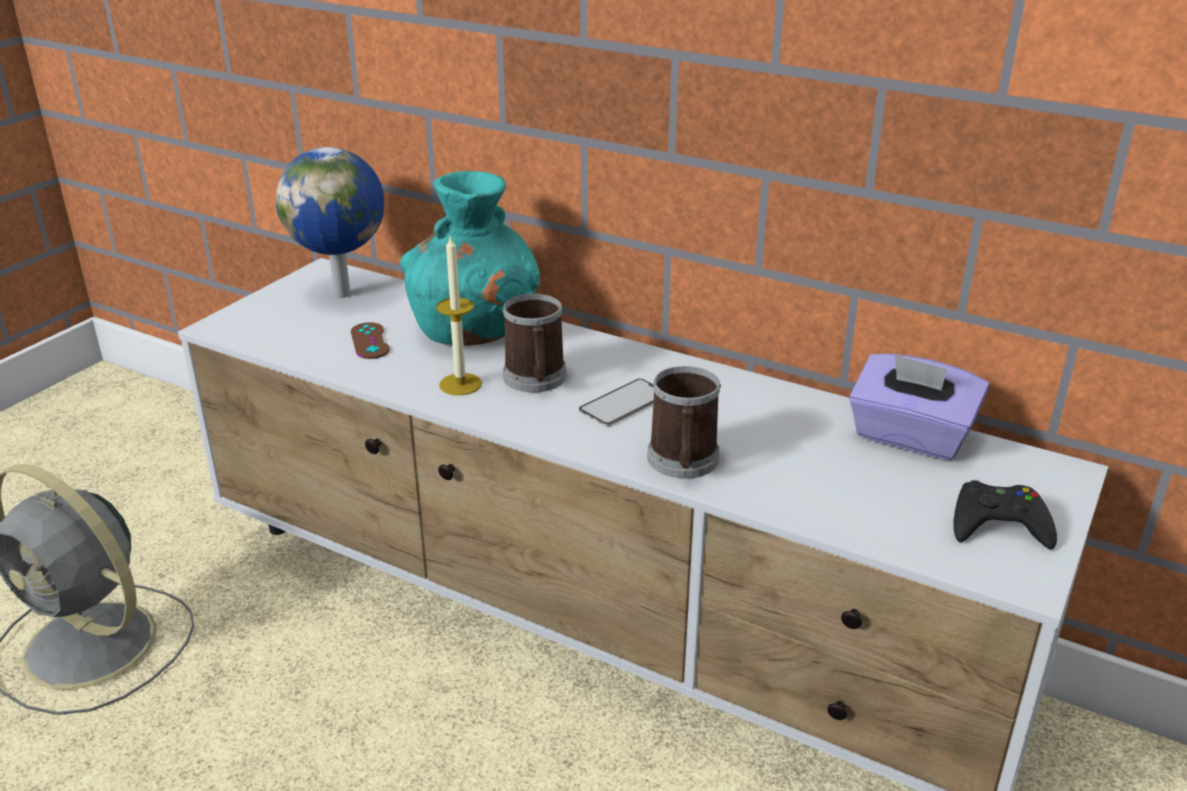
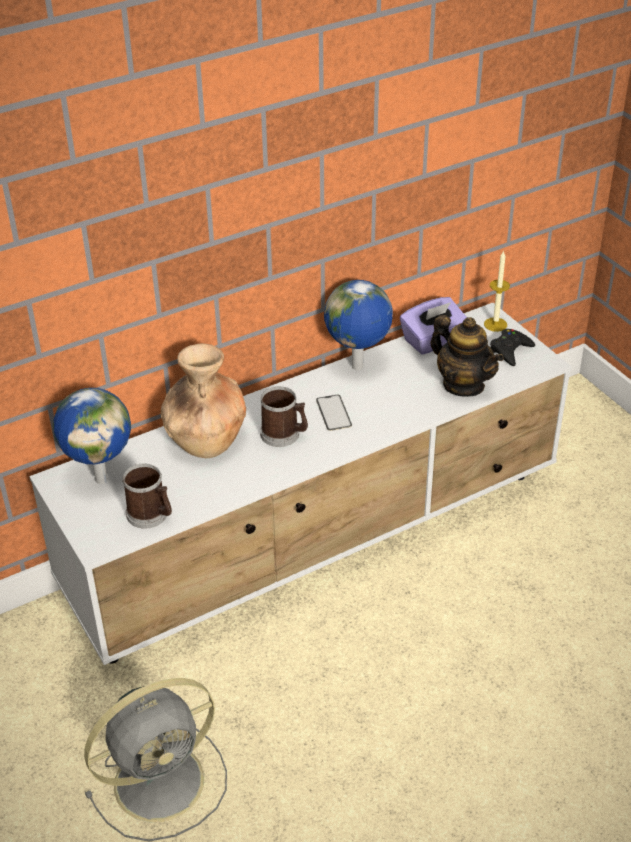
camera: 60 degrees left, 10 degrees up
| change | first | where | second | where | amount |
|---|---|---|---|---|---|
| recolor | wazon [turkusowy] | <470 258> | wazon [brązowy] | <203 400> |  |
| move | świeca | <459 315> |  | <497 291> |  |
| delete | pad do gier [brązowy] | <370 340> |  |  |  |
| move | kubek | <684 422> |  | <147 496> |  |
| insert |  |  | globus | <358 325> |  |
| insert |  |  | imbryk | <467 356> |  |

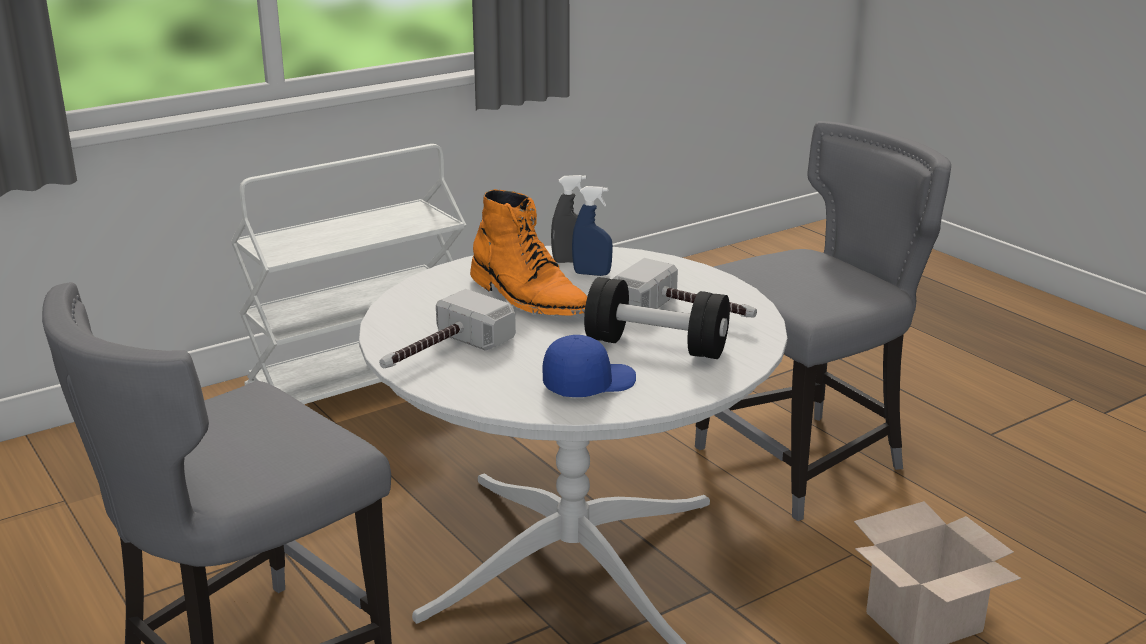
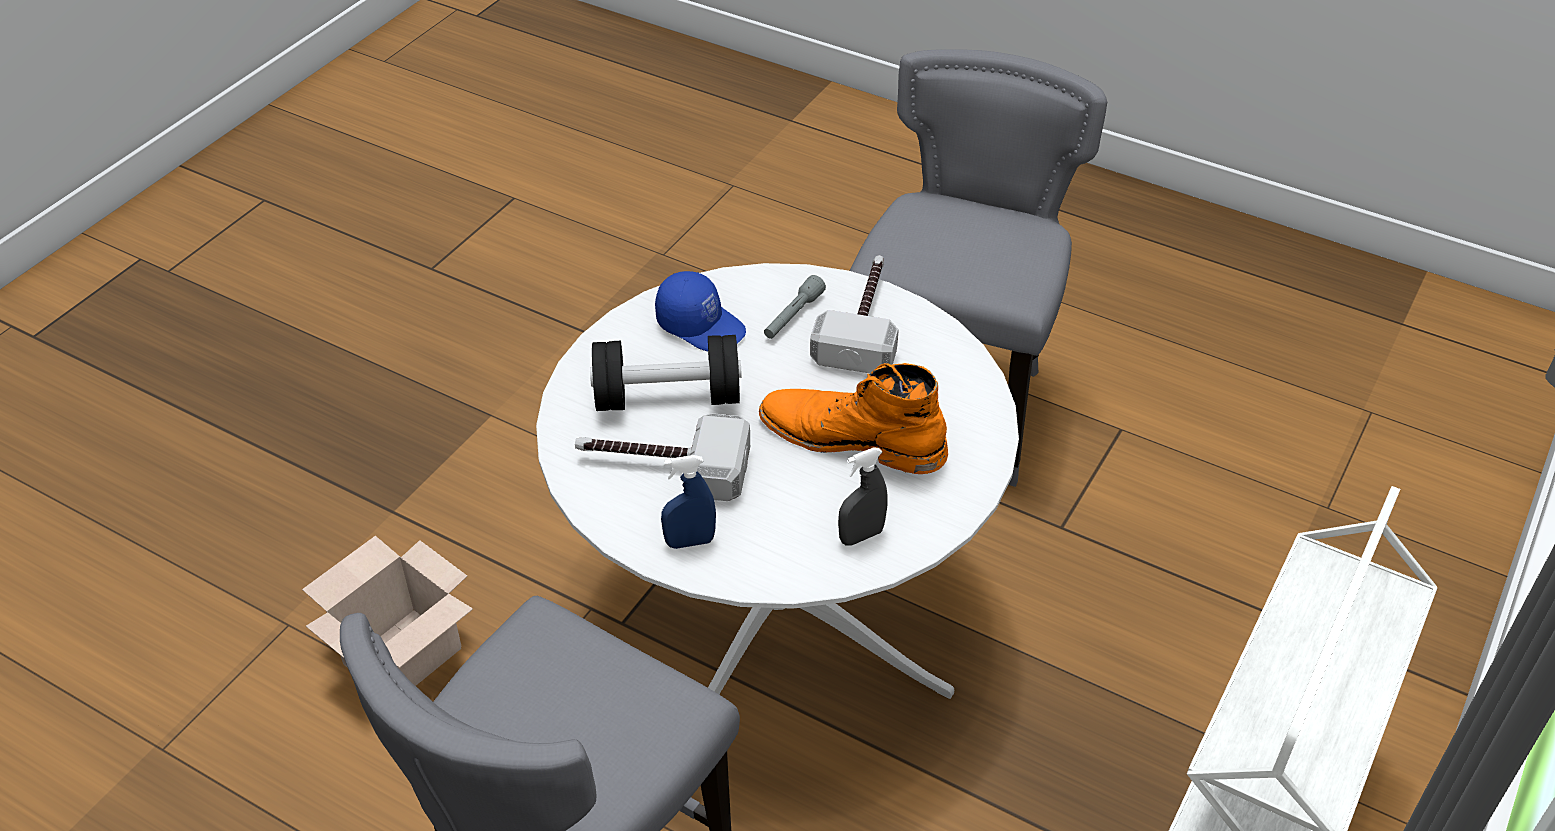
camera: 155 degrees right, 20 degrees up
| change | first | where | second | where | amount |
|---|---|---|---|---|---|
| move | spryskiwacz [niebieski] | <592 231> |  | <688 502> |  |
| rotate | czapka z daszkiem [niebieski] | <589 366> |  | <700 311> | 90 degrees counterclockwise |
| insert |  |  | latarka [szary] | <795 307> |  |

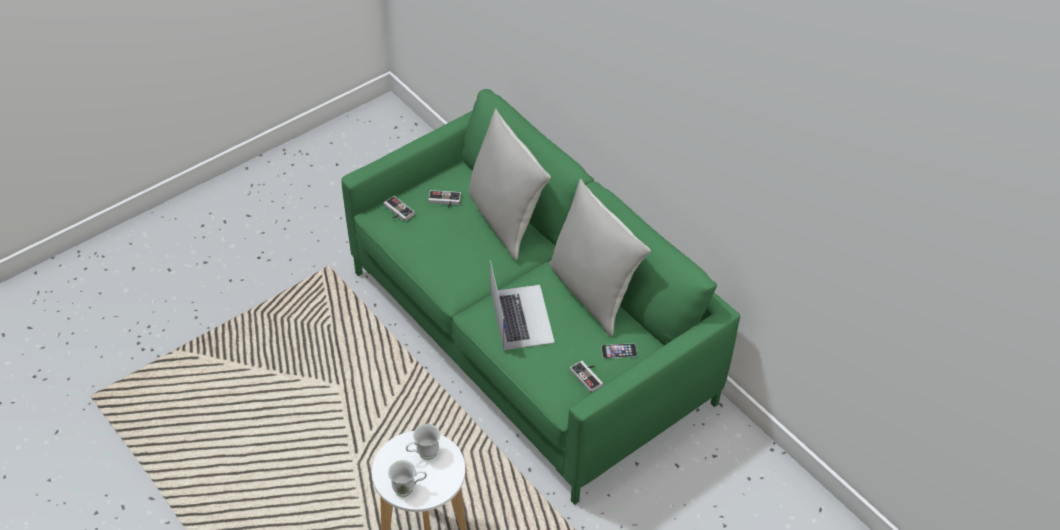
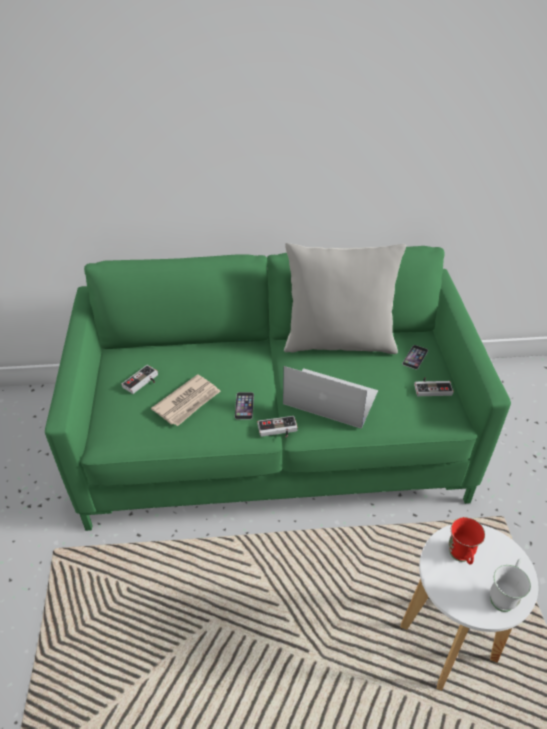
camera: 55 degrees left, 5 degrees down
| change | first | where | second | where | amount |
|---|---|---|---|---|---|
| delete | poduszka [szary] | <509 184> |  |  |  |
| move | pad do gier | <399 209> |  | <277 427> |  |
| recolor | kubek [biały] | <423 442> | kubek [czerwony] | <466 541> |  |
| insert |  |  | gazeta | <186 400> |  |
| insert |  |  | telefon | <244 405> |  |

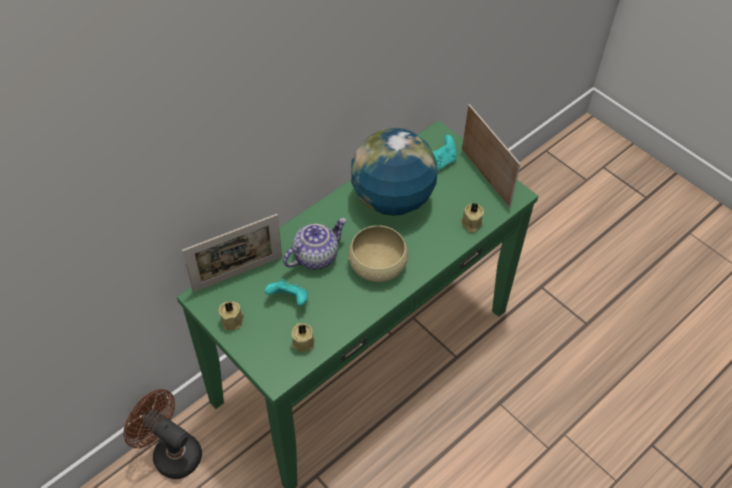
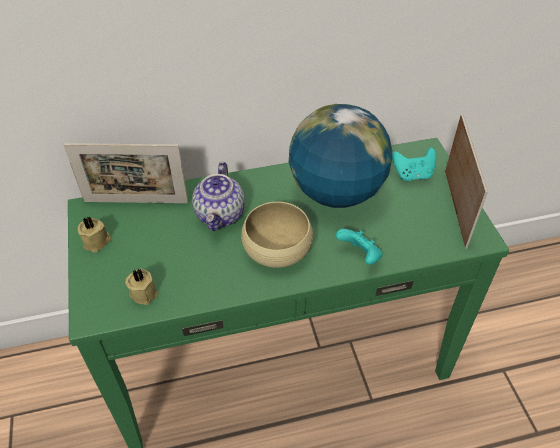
camera: 30 degrees right, 5 degrees down
| change | first | where | second | where | amount |
|---|---|---|---|---|---|
| delete | świeca [beżowy] | <472 218> |  |  |  |
| rotate | imbryk | <315 243> |  | <218 196> | 105 degrees clockwise |
| move | pad do gier [turkusowy] | <286 292> |  | <359 247> |  |
| delete | wentylator [brązowy] | <163 434> |  |  |  |

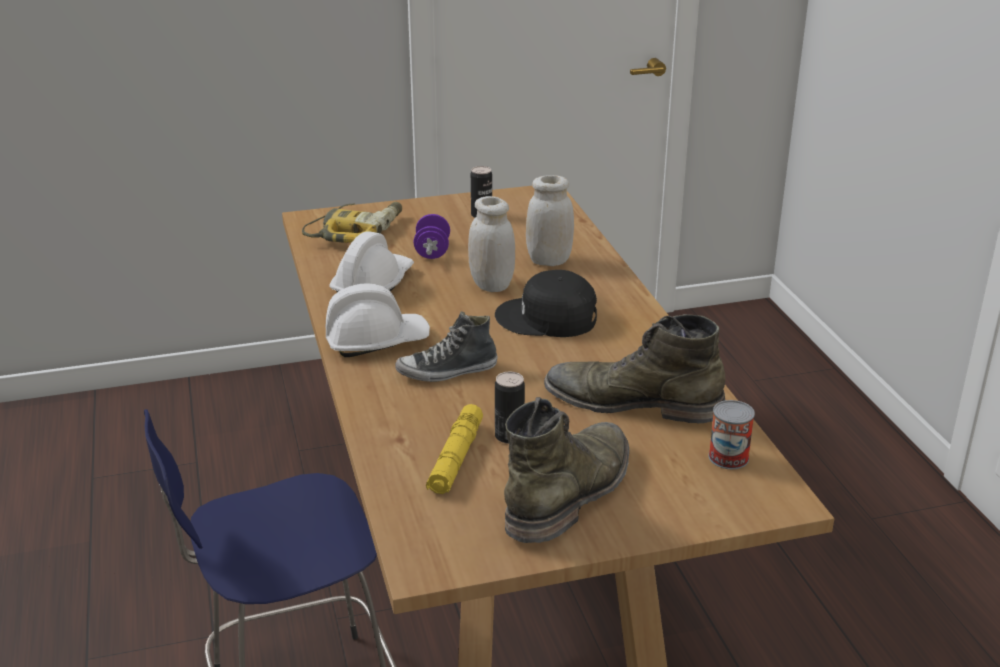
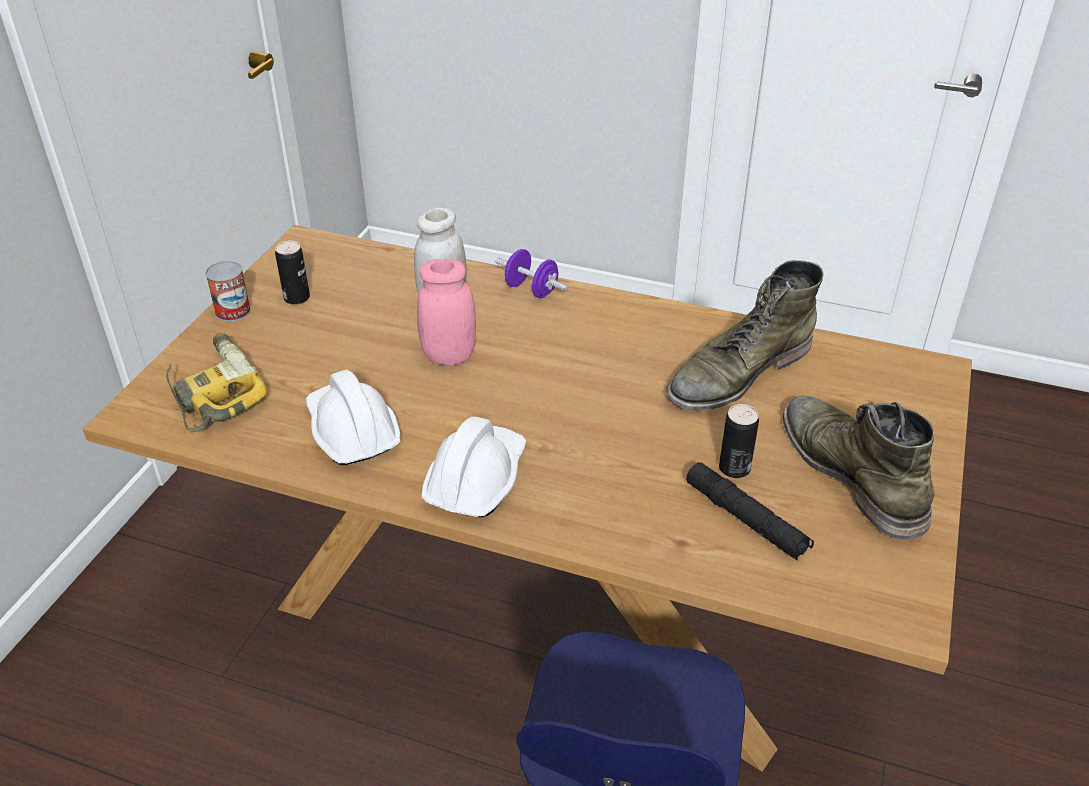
camera: 55 degrees left, 10 degrees up
| change | first | where | second | where | amount |
|---|---|---|---|---|---|
| recolor | słoik [biały] | <491 244> | słoik [różowy] | <446 312> |  |
| move | hantel [fioletowy] | <432 236> |  | <531 273> |  |
| delete | czapka z daszkiem [czarny] | <546 303> |  |  |  |
| delete | but | <446 346> |  |  |  |
| move | puszka | <731 434> |  | <228 291> |  |
| recolor | latarka [żółty] | <454 449> | latarka [czarny] | <750 511> |  |

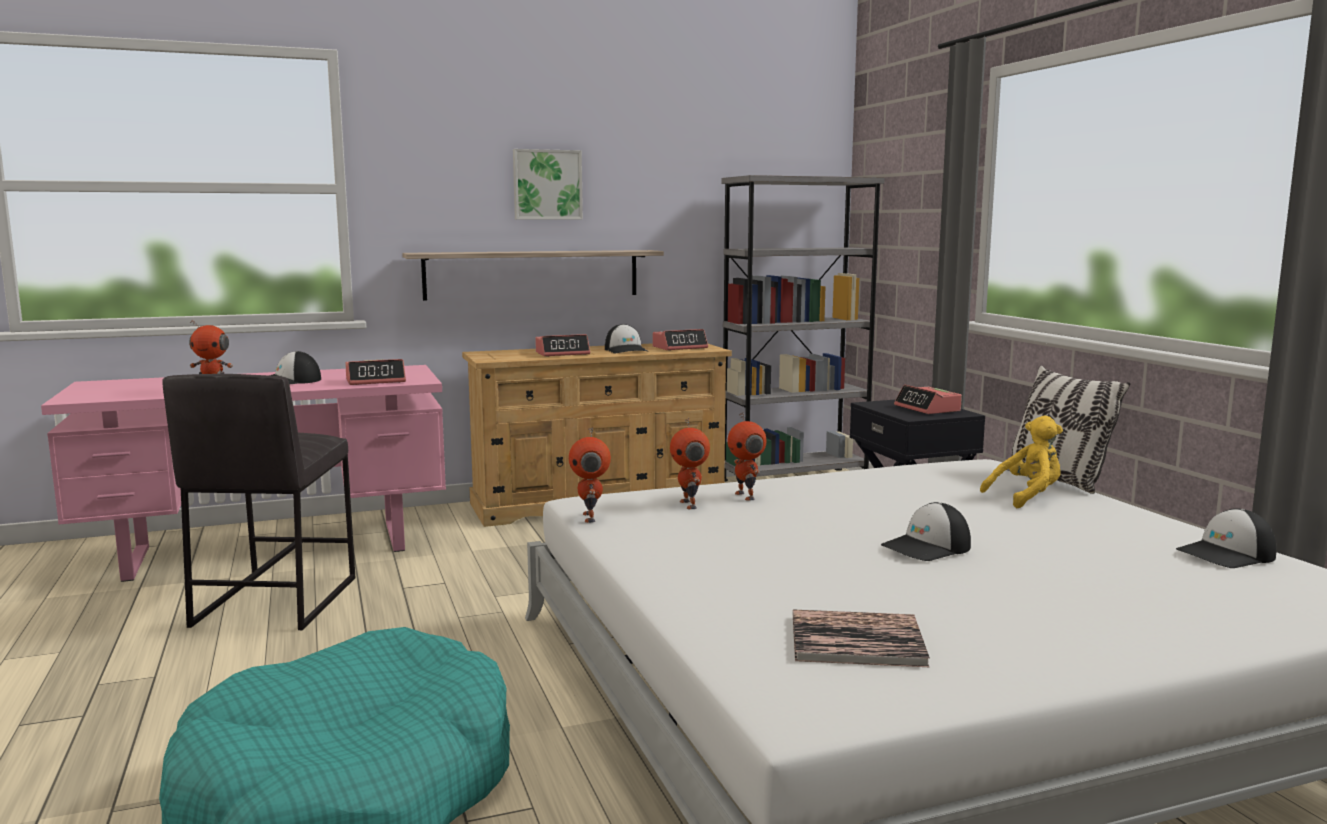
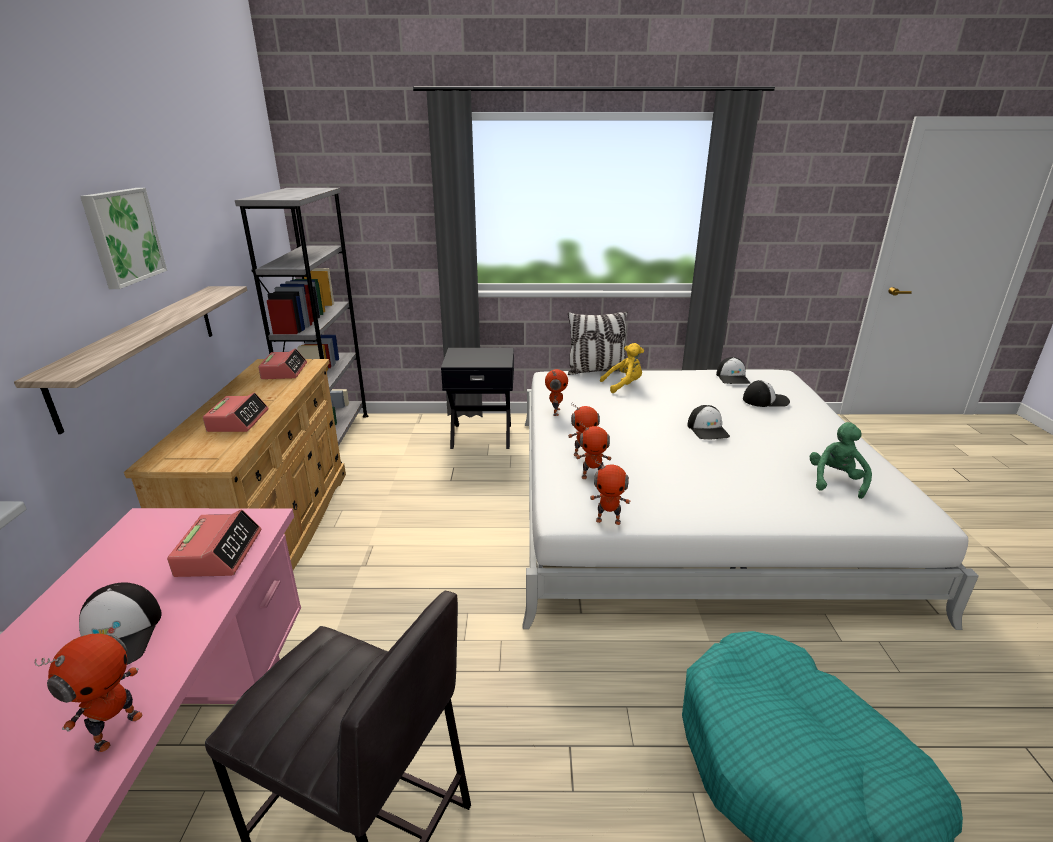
camera: 70 degrees left, 15 degrees up
| change | first | where | second | where | amount |
|---|---|---|---|---|---|
| move | czapka z daszkiem | <627 339> |  | <766 393> |  |
| delete | budzik | <928 399> |  |  |  |
| rotate | pluszak [żółty] | <1021 462> |  | <622 368> | 75 degrees clockwise |
| replace | książka | <861 638> | pluszak [zielony] | <841 460> |  |
| insert |  |  | robot zabawkowy | <556 392> |  |

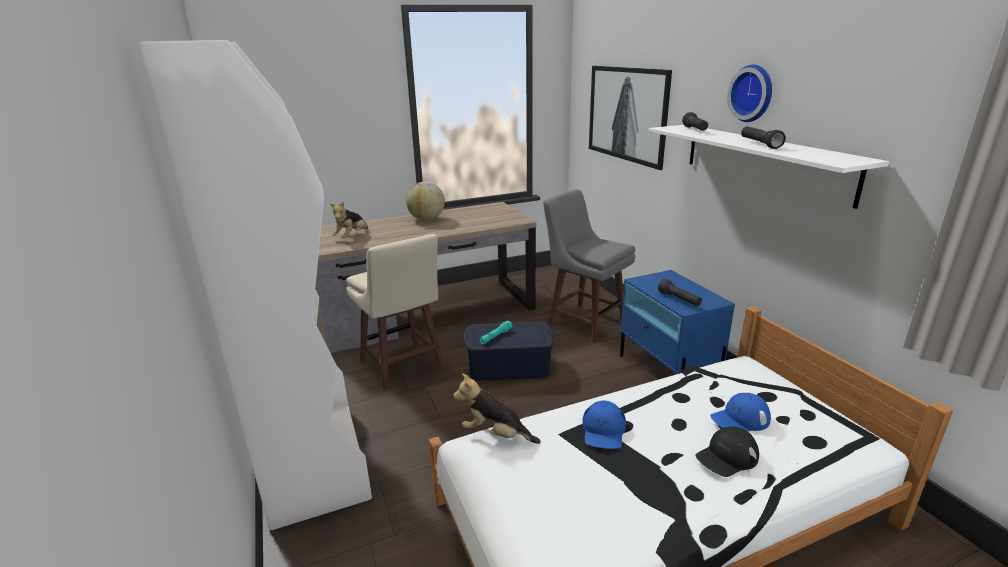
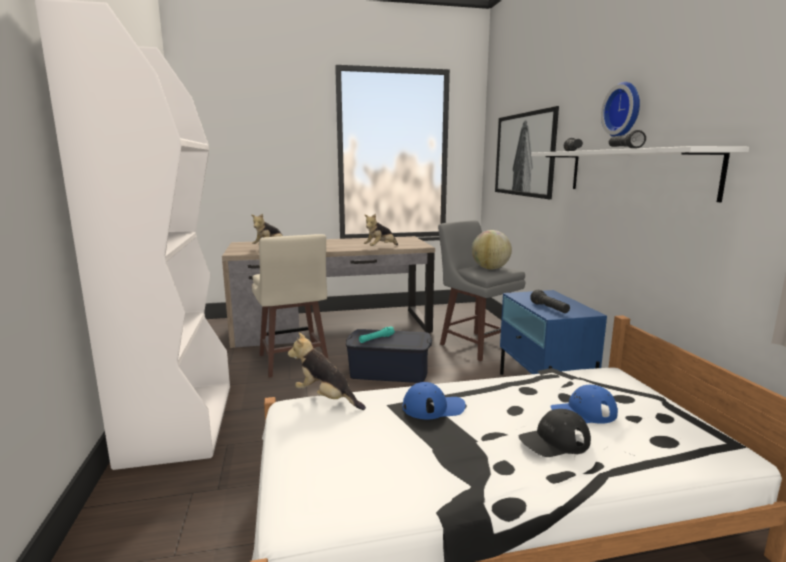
camera: 10 degrees right, 10 degrees down
| change | first | where | second | where | amount |
|---|---|---|---|---|---|
| move | globus | <425 201> |  | <492 249> |  |
| rotate | czapka z daszkiem [niebieski] | <604 425> |  | <434 400> | 120 degrees counterclockwise |
| insert |  |  | pluszak | <381 230> |  |

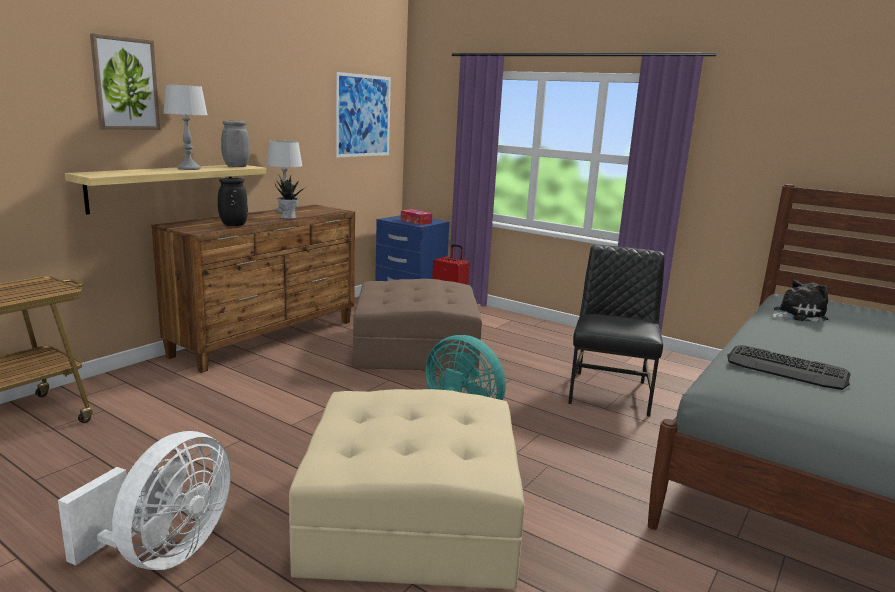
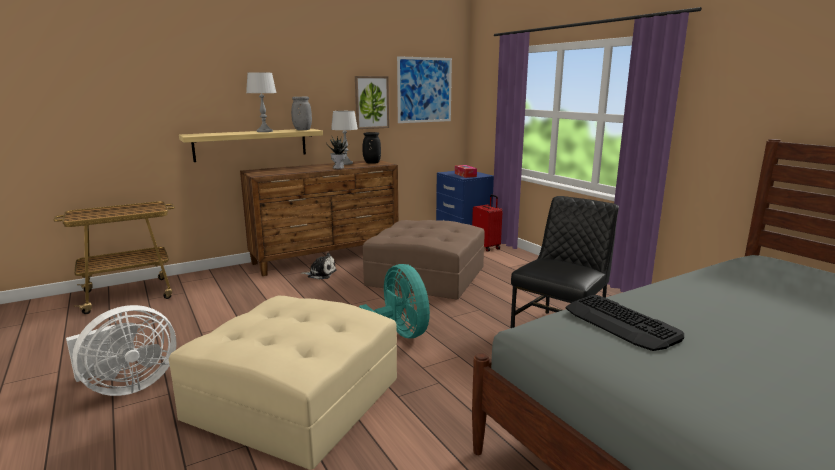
camera: 25 degrees right, 0 degrees up
| change | first | where | second | where | amount |
|---|---|---|---|---|---|
| move | obraz | <125 82> |  | <372 102> |  |
| move | wazon [czarny] | <233 202> |  | <371 148> |  |
| move | pluszak | <799 301> |  | <319 265> |  |

